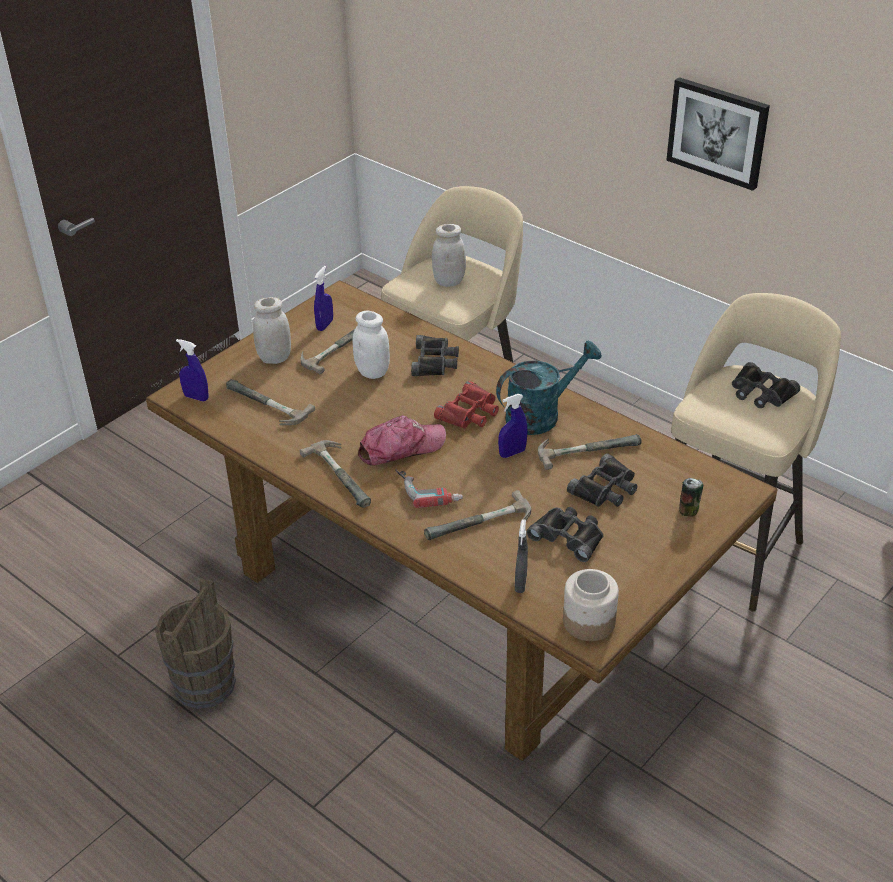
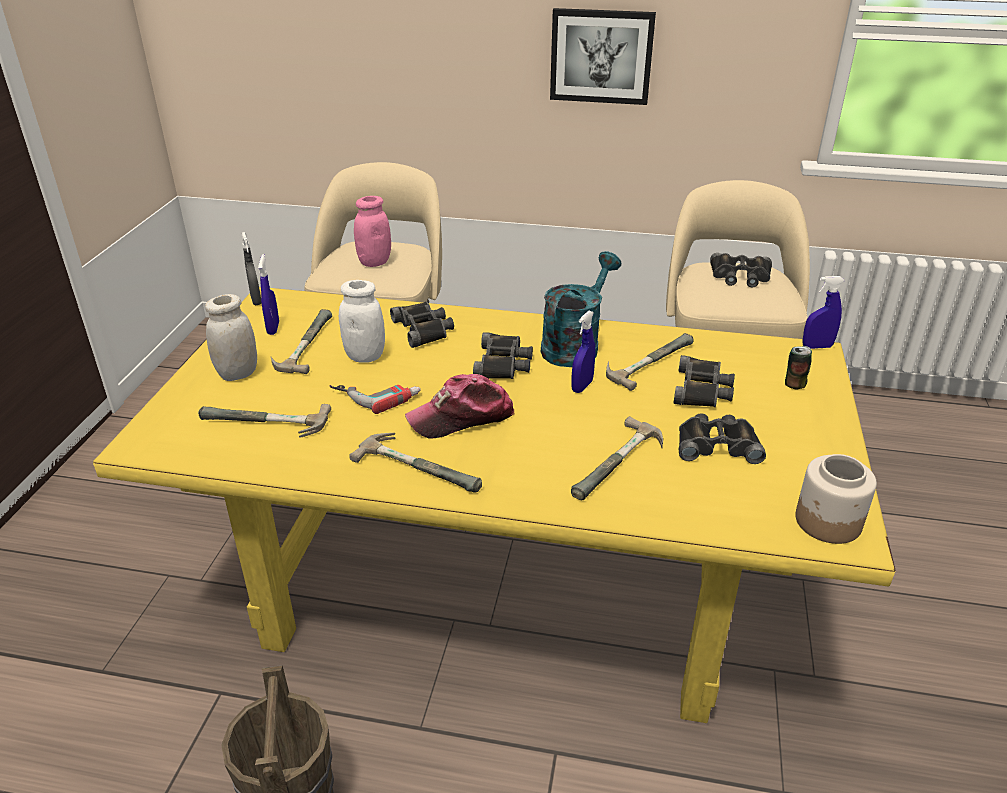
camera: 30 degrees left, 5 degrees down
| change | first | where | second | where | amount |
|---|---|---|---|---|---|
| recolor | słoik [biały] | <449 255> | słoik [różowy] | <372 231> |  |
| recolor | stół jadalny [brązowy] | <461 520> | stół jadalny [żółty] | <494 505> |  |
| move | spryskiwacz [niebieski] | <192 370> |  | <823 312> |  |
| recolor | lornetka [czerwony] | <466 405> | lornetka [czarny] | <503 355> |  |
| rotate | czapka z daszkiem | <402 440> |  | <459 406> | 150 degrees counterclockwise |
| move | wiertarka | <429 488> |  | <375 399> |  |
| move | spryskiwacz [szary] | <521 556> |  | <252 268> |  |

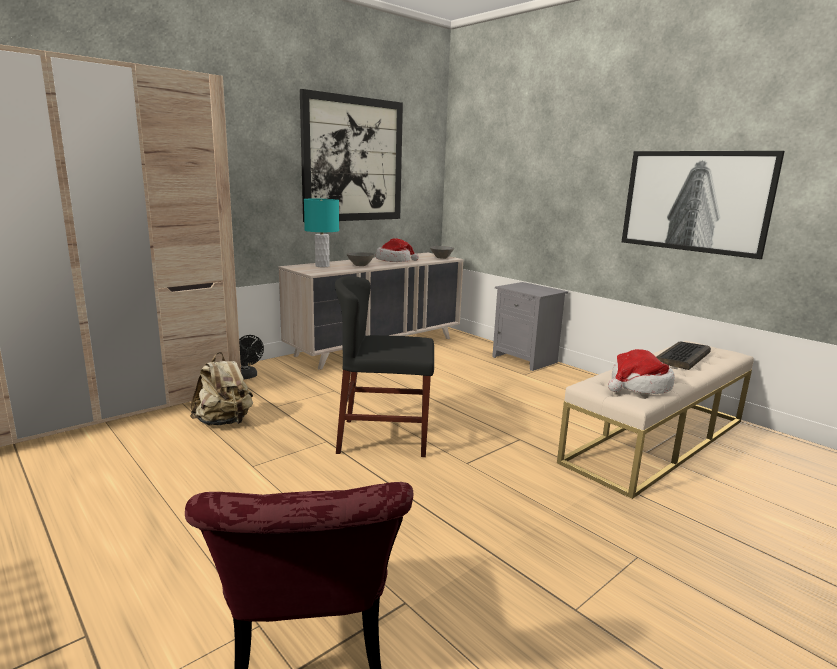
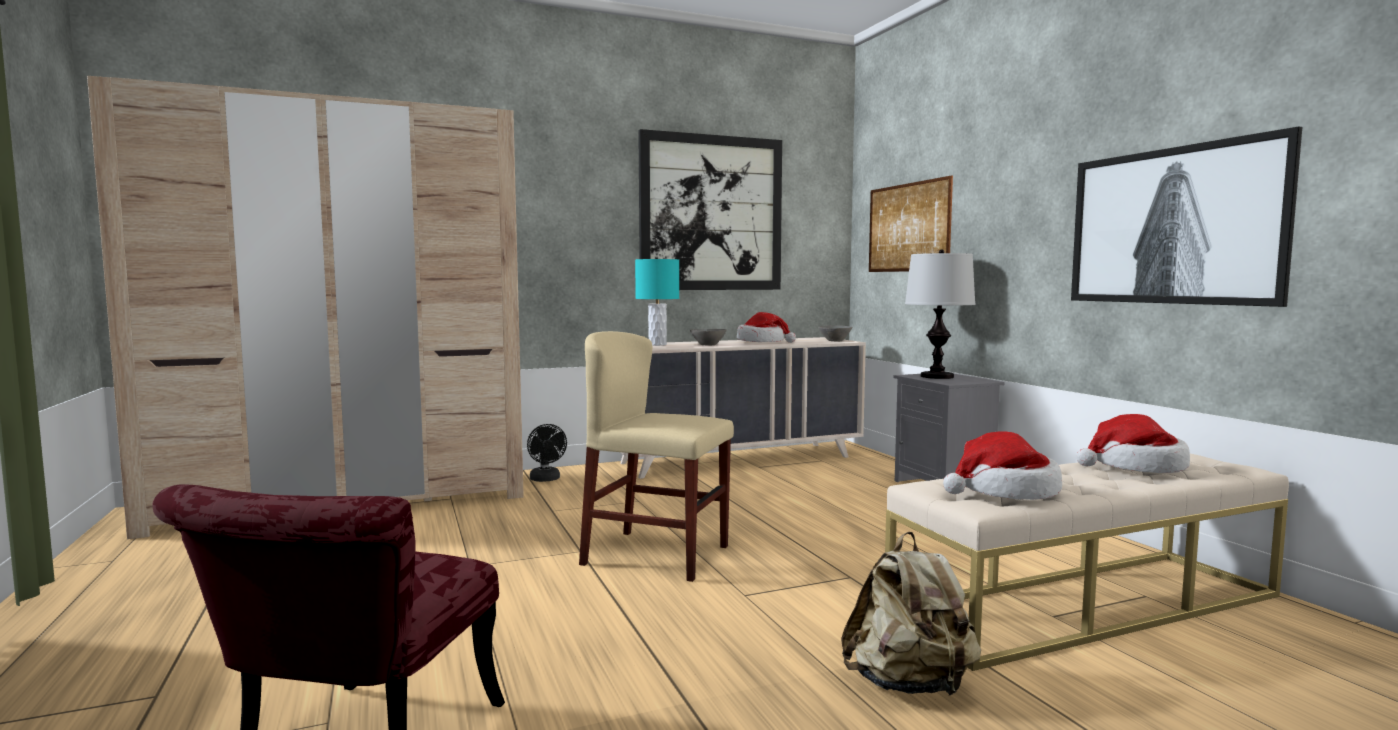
camera: 20 degrees right, 10 degrees down
| change | first | where | second | where | amount |
|---|---|---|---|---|---|
| recolor | krzesło [czarny] | <384 366> | krzesło [beżowy] | <656 456> |  |
| replace | klawiatura | <683 356> | kapelusz | <1133 443> |  |
| move | plecak [beżowy] | <221 388> |  | <911 613> |  |
| insert |  |  | obraz | <911 223> |  |
| insert |  |  | lampa stołowa | <940 314> |  |

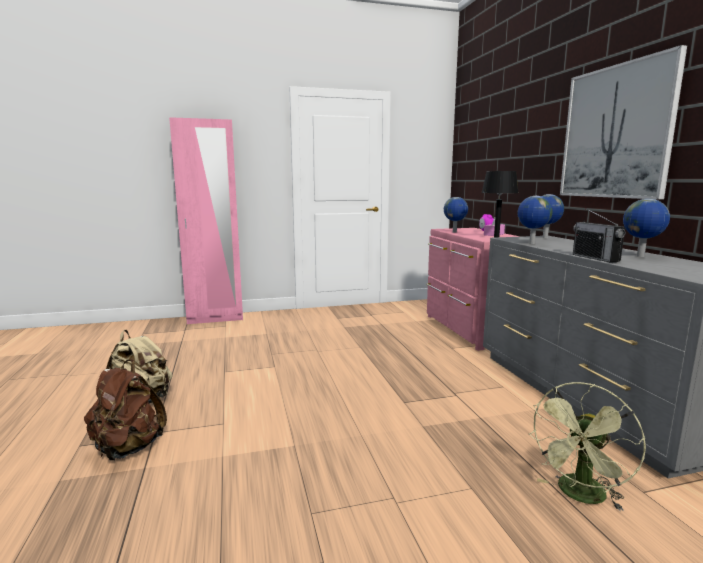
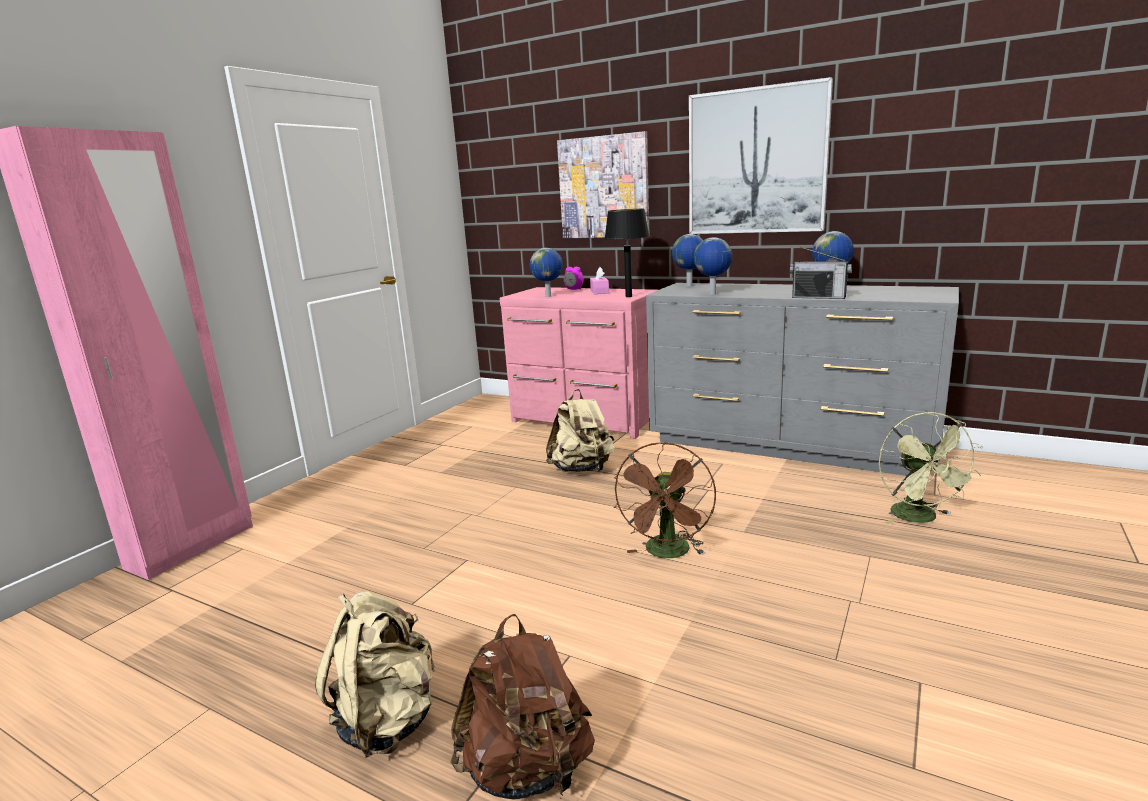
camera: 45 degrees left, 5 degrees up
| change | first | where | second | where | amount |
|---|---|---|---|---|---|
| insert |  |  | obraz | <603 184> |  |
| insert |  |  | plecak [beżowy] | <580 430> |  |
| insert |  |  | wentylator [brązowy] | <665 500> |  |

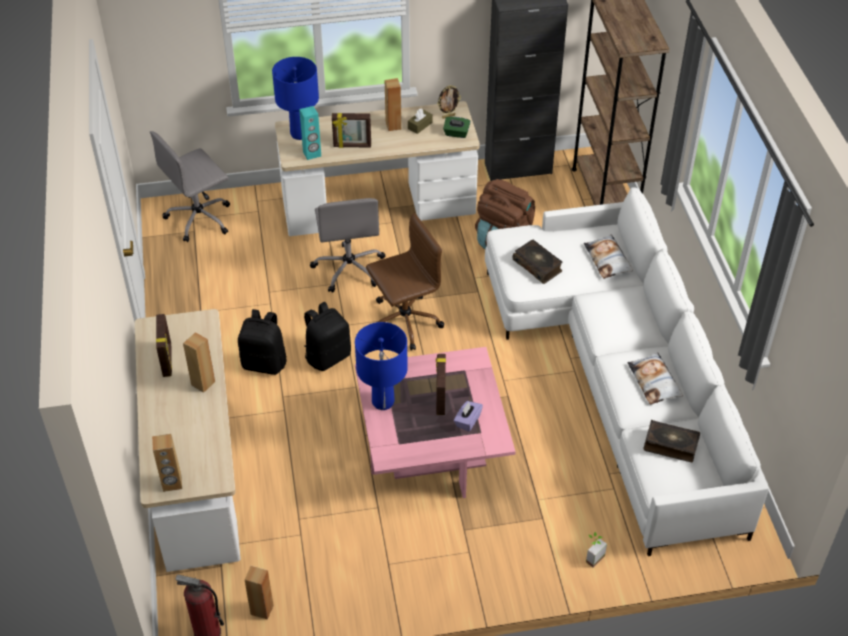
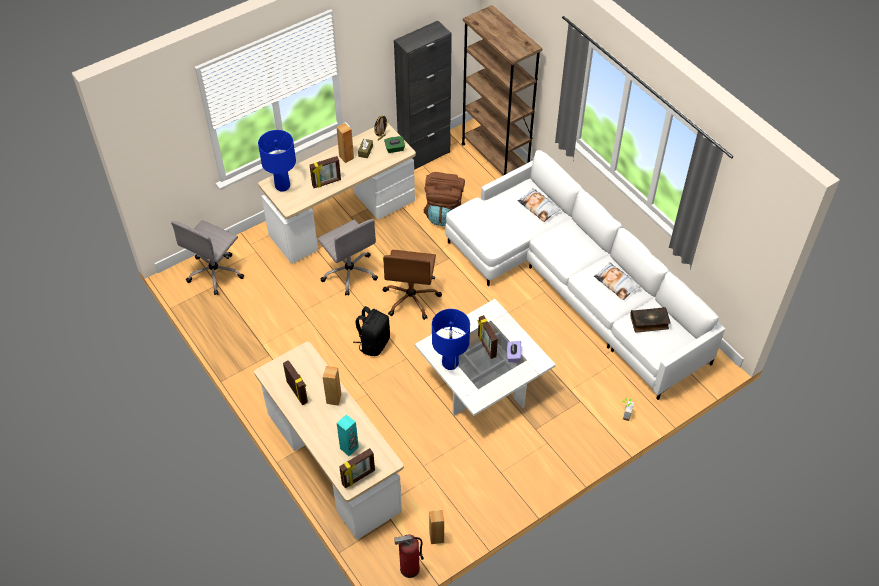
camera: 25 degrees left, 5 degrees up
| change | first | where | second | where | amount |
|---|---|---|---|---|---|
| move | głośnik [turkusowy] | <310 133> |  | <348 435> |  |
| rotate | krzesło biurowe [brązowy] | <405 282> |  | <412 285> | 150 degrees clockwise |
| delete | książka | <537 261> |  |  |  |
| delete | plecak [czarny] | <262 342> |  |  |  |
| recolor | ława [różowy] | <435 422> | ława [biały] | <485 357> |  |
| replace | głośnik [brązowy] | <167 463> | ramka na zdjęcie | <357 468> |  |

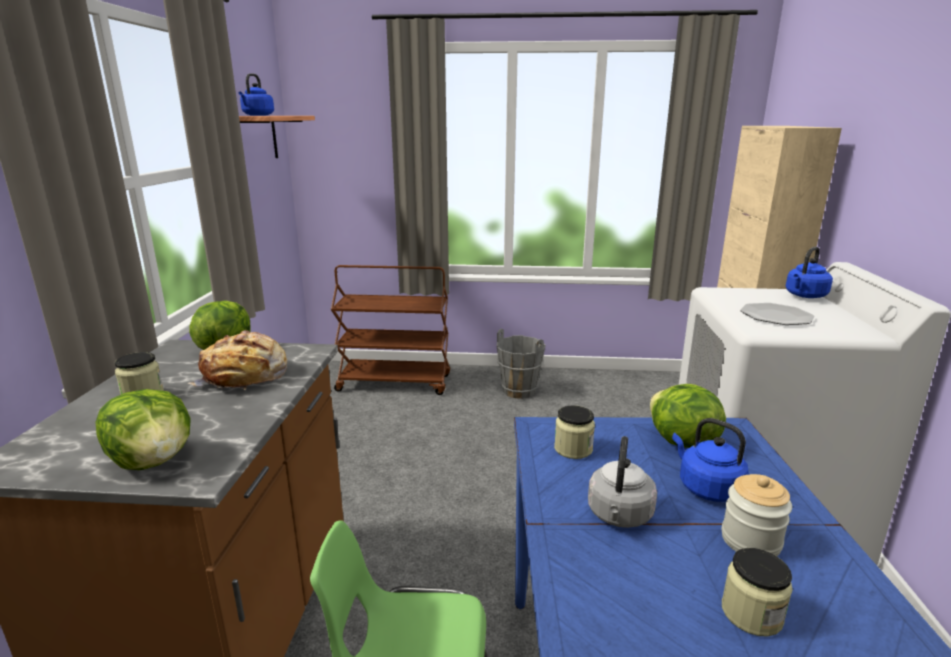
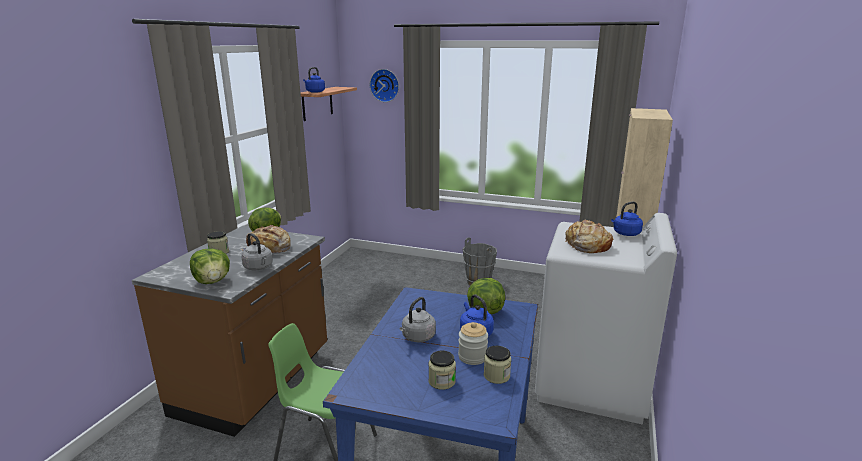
camera: 15 degrees right, 0 degrees up
| change | first | where | second | where | amount |
|---|---|---|---|---|---|
| delete | wózek [brązowy] | <390 330> |  |  |  |
| replace | talerz | <777 314> | chleb | <589 236> |  |
| move | słoik | <574 432> |  | <497 365> |  |
| insert |  |  | zegar ścienny | <384 85> |  |
| insert |  |  | czajnik [szary] | <257 251> |  |

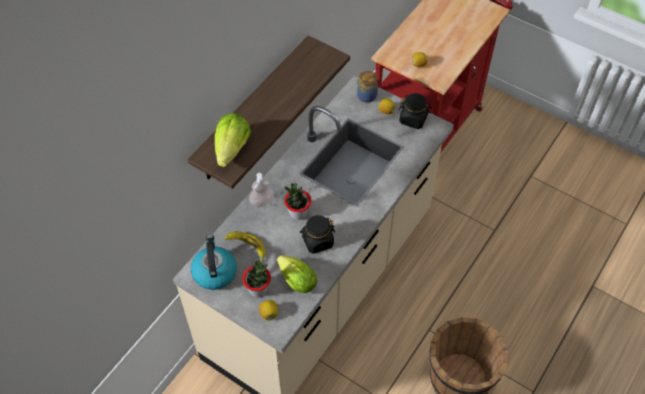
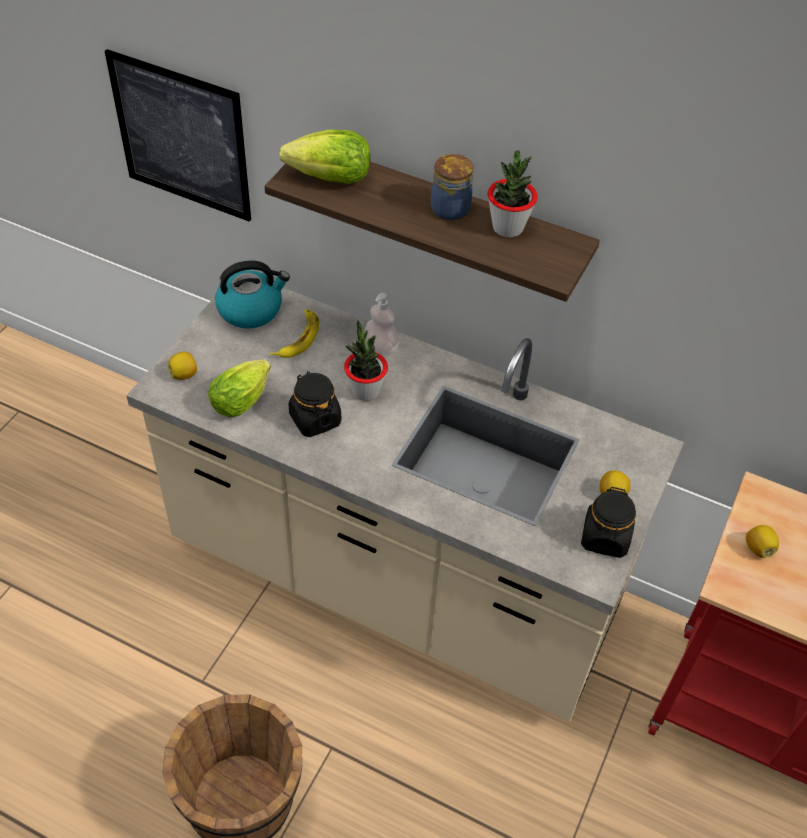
camera: 80 degrees right, 5 degrees down
| change | first | where | second | where | amount |
|---|---|---|---|---|---|
| move | słoik | <367 87> |  | <452 187> |  |
| move | roślina doniczkowa | <256 277> |  | <513 194> |  |
| insert |  |  | obraz | <178 135> |  |

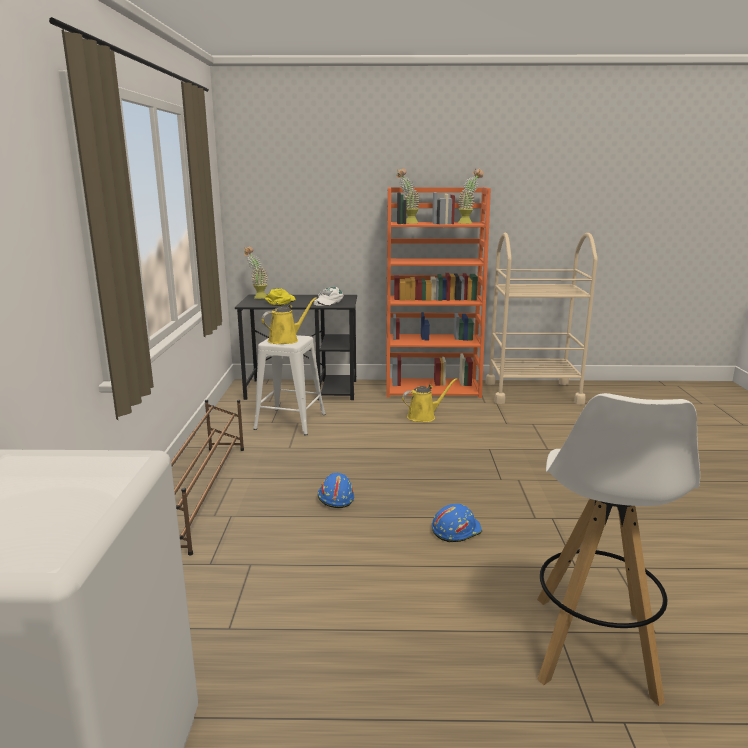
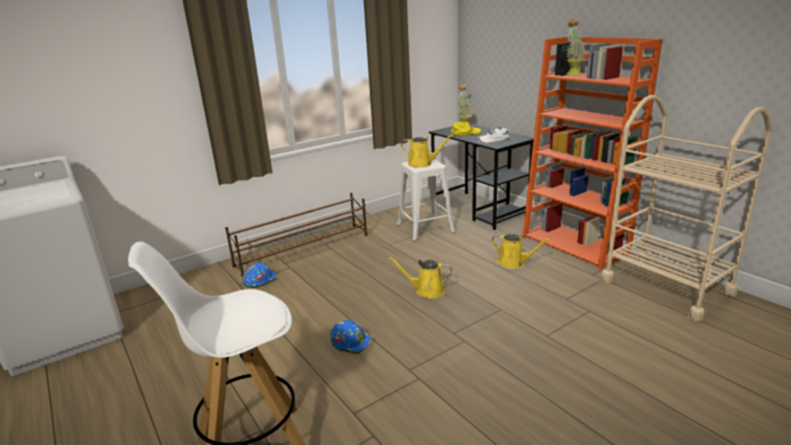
camera: 55 degrees right, 5 degrees up
| change | first | where | second | where | amount |
|---|---|---|---|---|---|
| delete | roślina doniczkowa | <470 196> |  |  |  |
| move | kask [niebieski] | <335 490> |  | <259 275> |  |
| insert |  |  | konewka [żółty] | <420 277> |  |

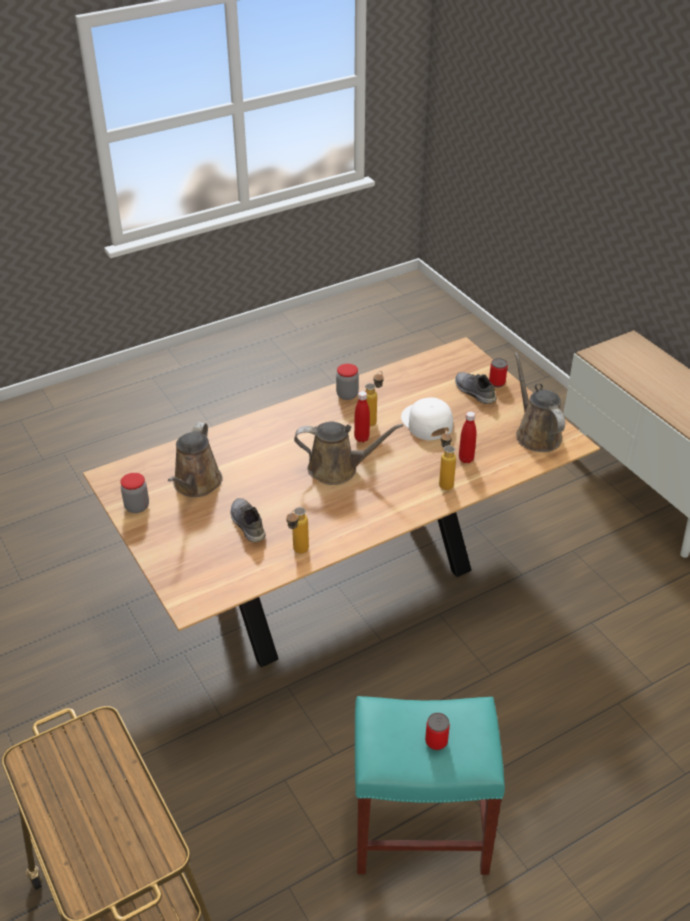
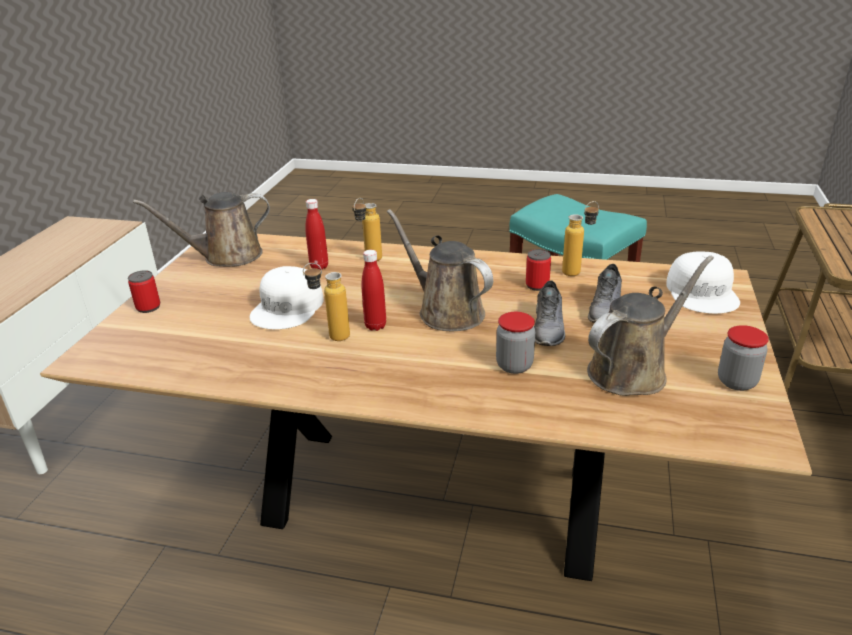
camera: 135 degrees left, 10 degrees down
| change | first | where | second | where | amount |
|---|---|---|---|---|---|
| rotate | konewka [brązowy] | <539 402> |  | <201 229> | 45 degrees clockwise |
| move | słoik | <347 382> |  | <515 343> |  |
| move | but [szary] | <476 388> |  | <549 313> |  |
| move | puszka | <437 731> |  | <538 270> |  |
| insert |  |  | czapka z daszkiem [biały] | <703 282> |  |

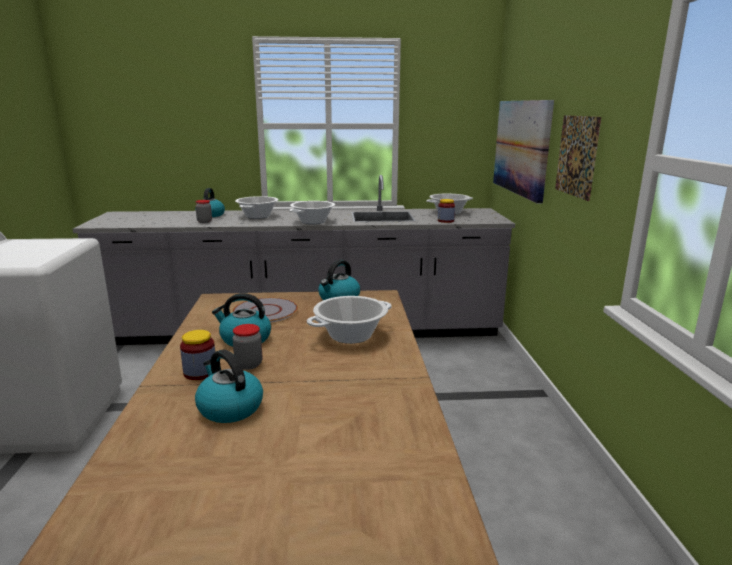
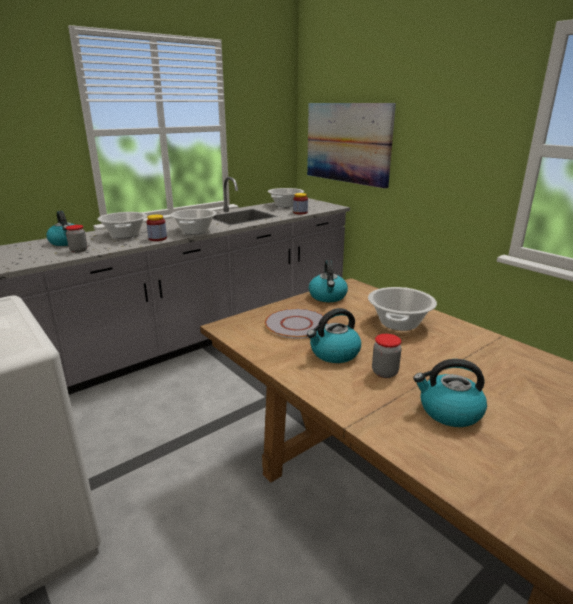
camera: 35 degrees left, 5 degrees up
| change | first | where | second | where | amount |
|---|---|---|---|---|---|
| delete | obraz | <578 158> |  |  |  |
| move | słoik | <197 355> |  | <156 228> |  |

